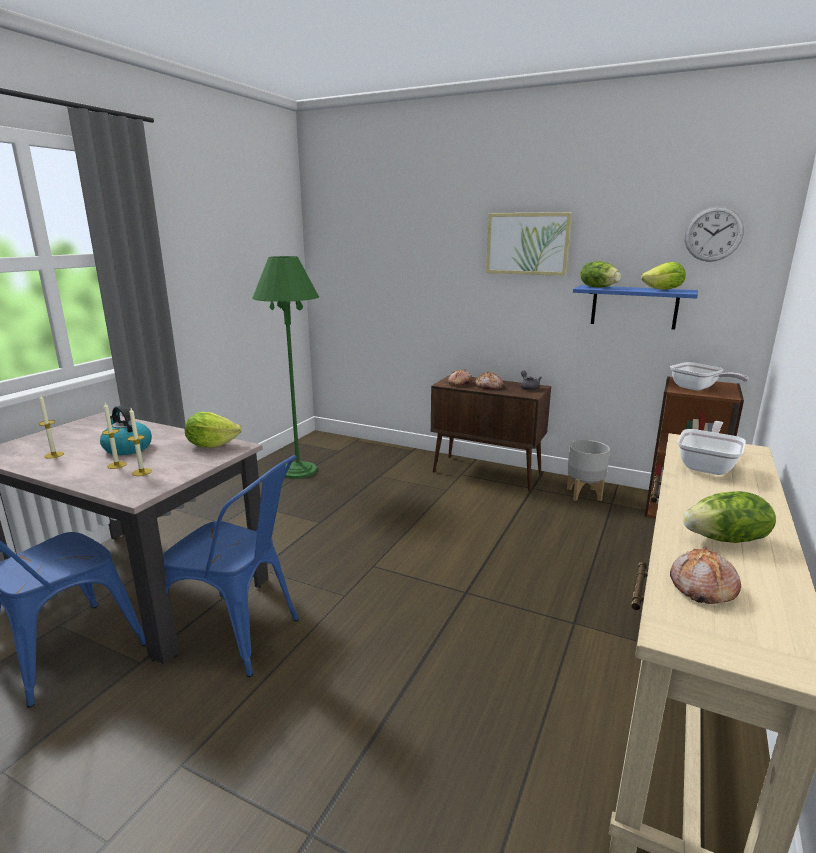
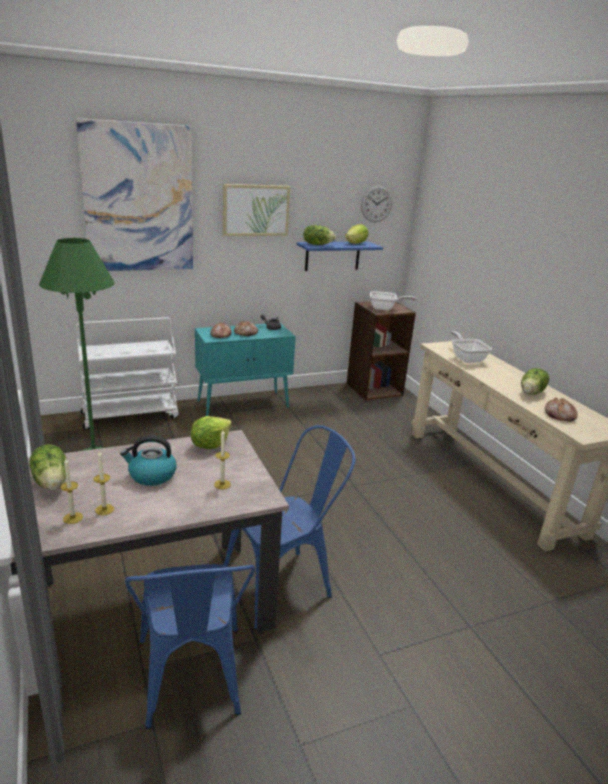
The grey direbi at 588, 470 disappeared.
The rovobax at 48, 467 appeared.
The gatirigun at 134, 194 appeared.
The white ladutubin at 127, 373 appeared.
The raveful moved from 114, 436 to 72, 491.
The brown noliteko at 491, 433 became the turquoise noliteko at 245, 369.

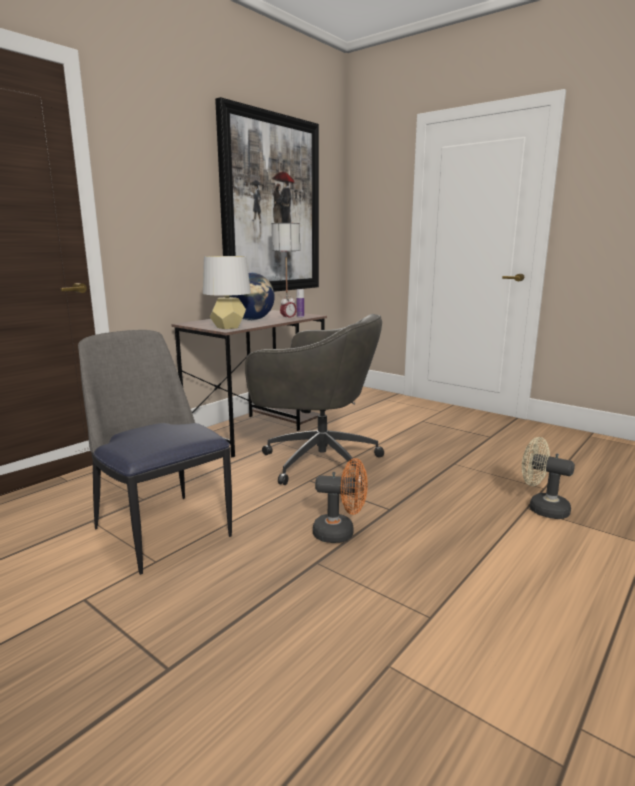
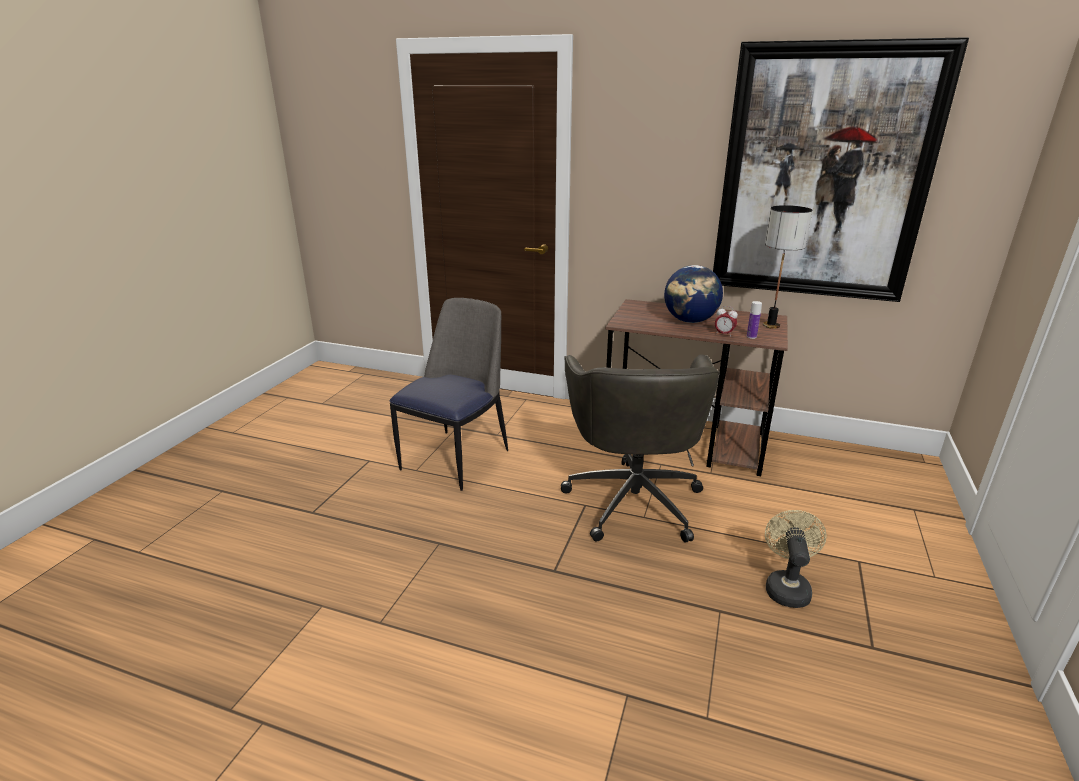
The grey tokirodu at 227, 292 disappeared.
The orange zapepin at 340, 500 disappeared.
The beige zapepin moved from 548, 478 to 796, 559.

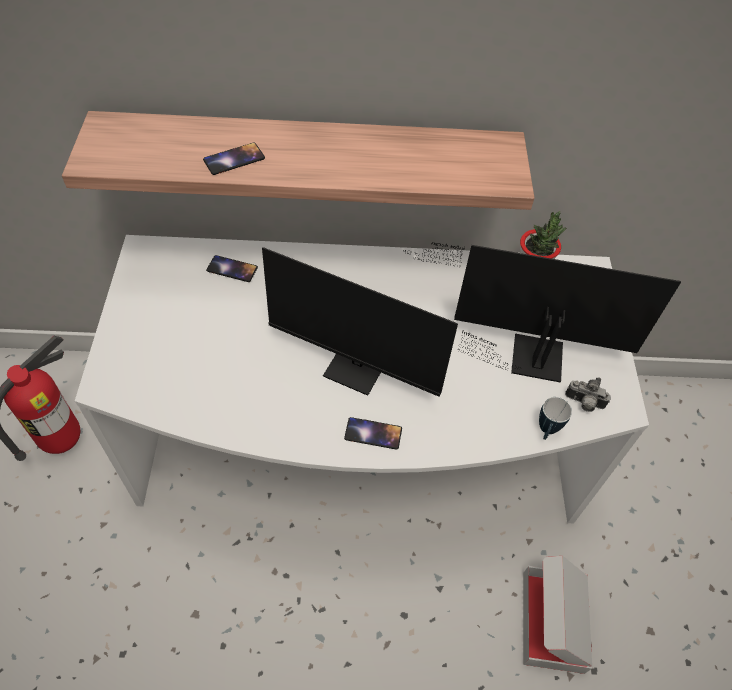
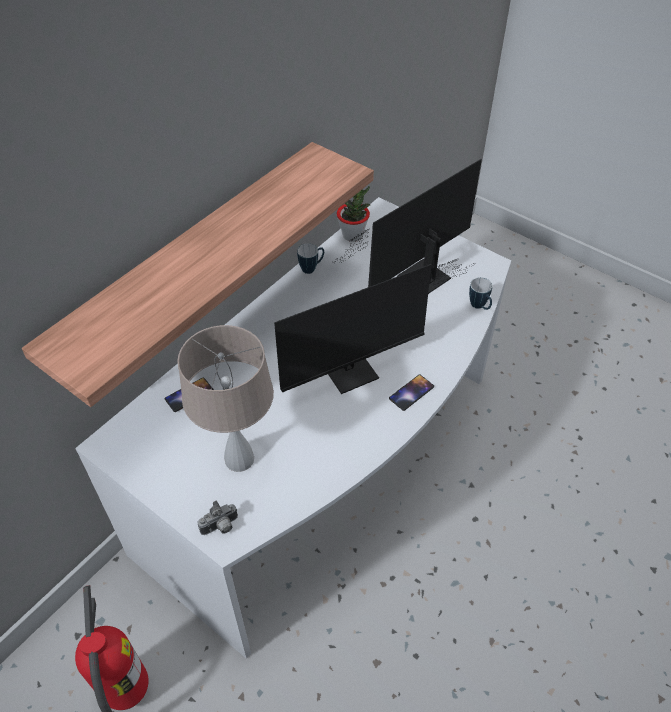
The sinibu at 234, 158 disappeared.
The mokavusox at 557, 615 disappeared.
The beige tokirodu at 225, 398 appeared.
The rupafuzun at 310, 258 appeared.
The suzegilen moved from 588, 394 to 217, 518.

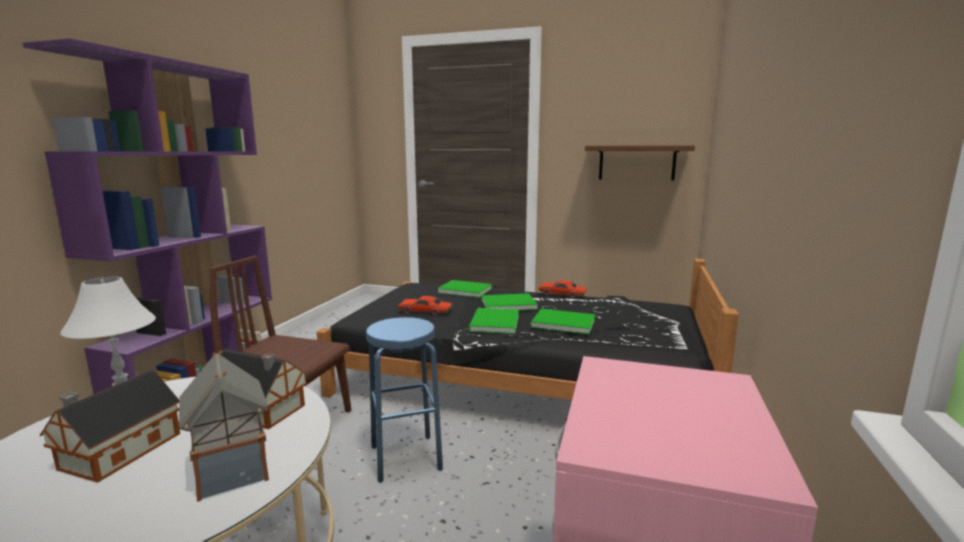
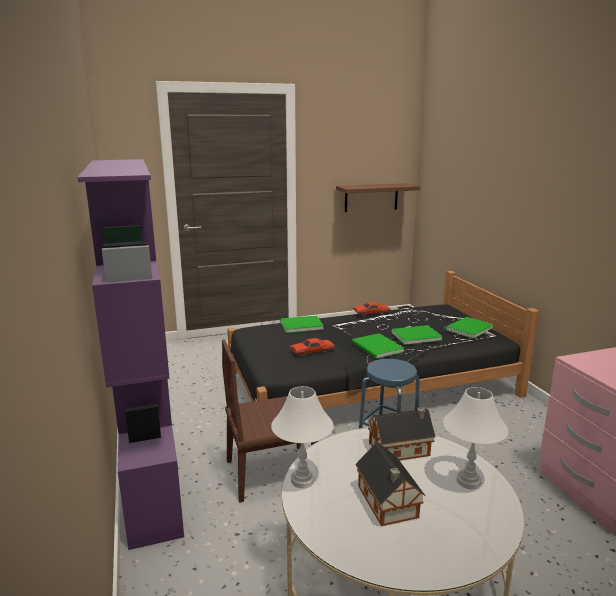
The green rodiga moved from 509, 301 to 469, 328.
The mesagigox at 224, 426 was replaced by the white tokirodu at 475, 438.

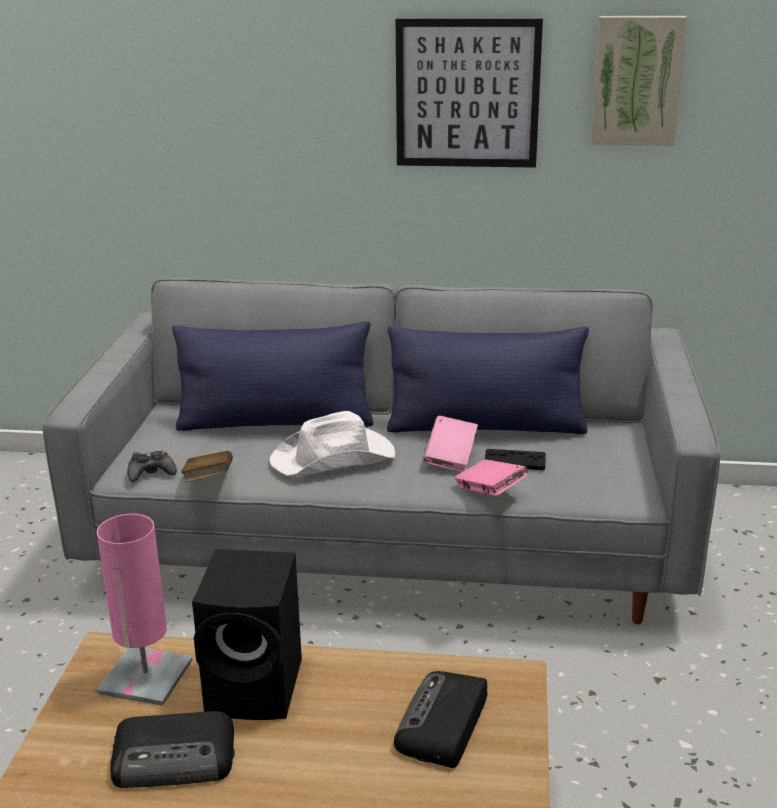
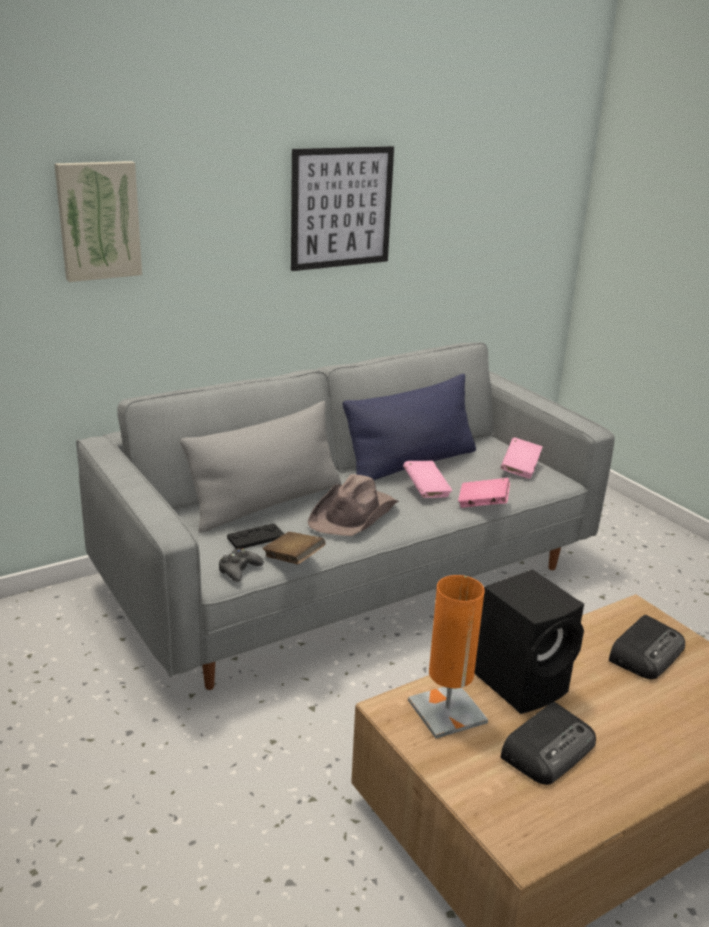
The pink rodiga at 522, 458 appeared.
The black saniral moved from 515, 459 to 255, 536.
The gatirigun moved from 638, 80 to 98, 221.
The pink tokirodu at 144, 610 became the orange tokirodu at 448, 657.
The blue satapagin at 272, 376 became the grey satapagin at 260, 467.
The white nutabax at 332, 443 became the brown nutabax at 353, 505.
The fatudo at 440, 719 turned 120 degrees counterclockwise.

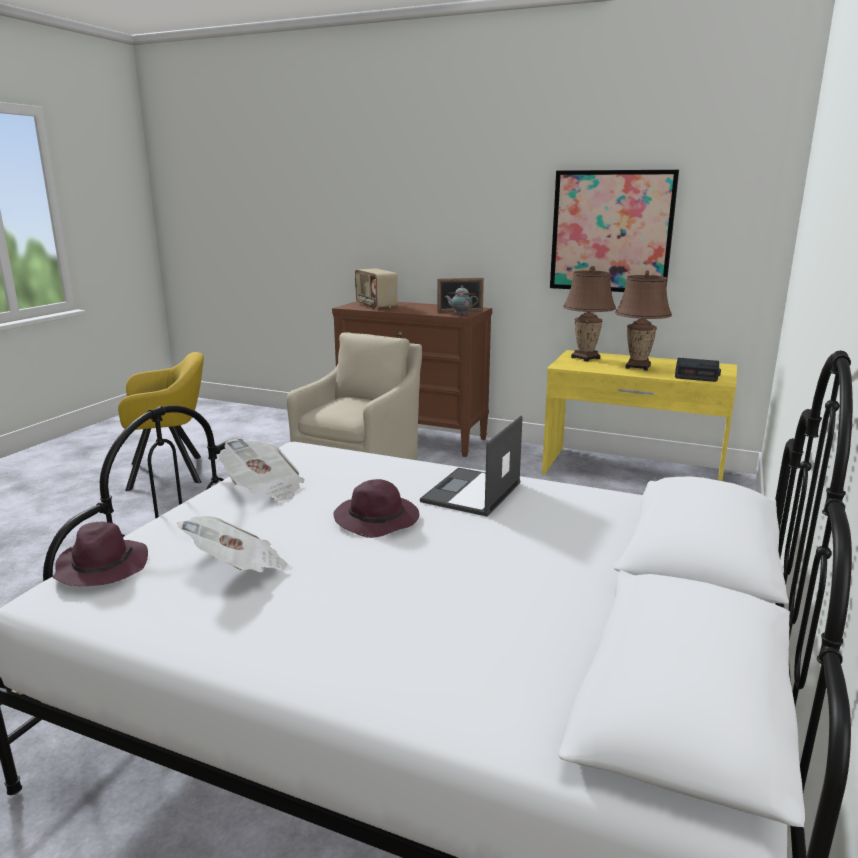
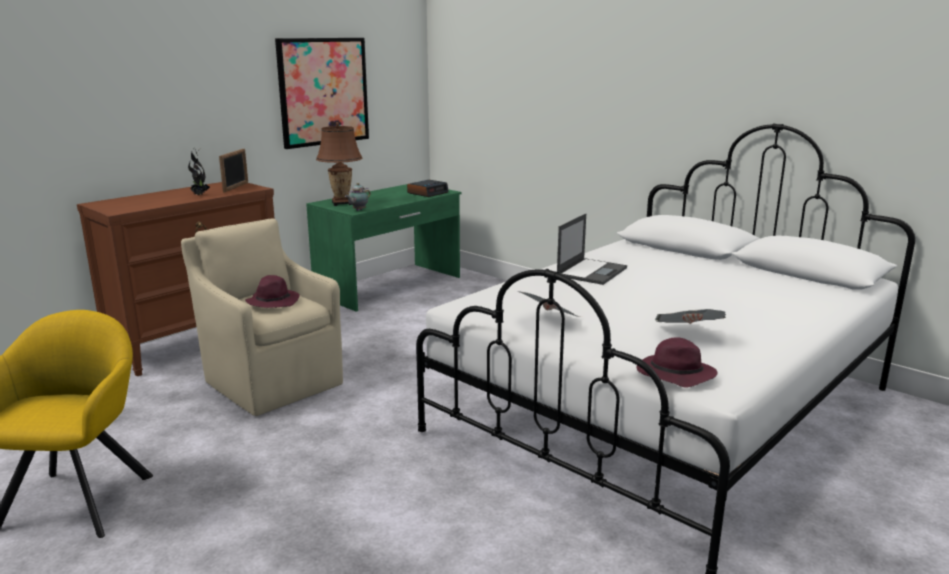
The fatudo at 376, 289 disappeared.
The brown tokirodu at 643, 320 disappeared.
The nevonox at 199, 173 appeared.
The purple nutabax moved from 376, 508 to 272, 291.
The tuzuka moved from 461, 300 to 357, 197.
The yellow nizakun at 639, 415 became the green nizakun at 384, 248.
The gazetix at 471, 466 turned 105 degrees counterclockwise.

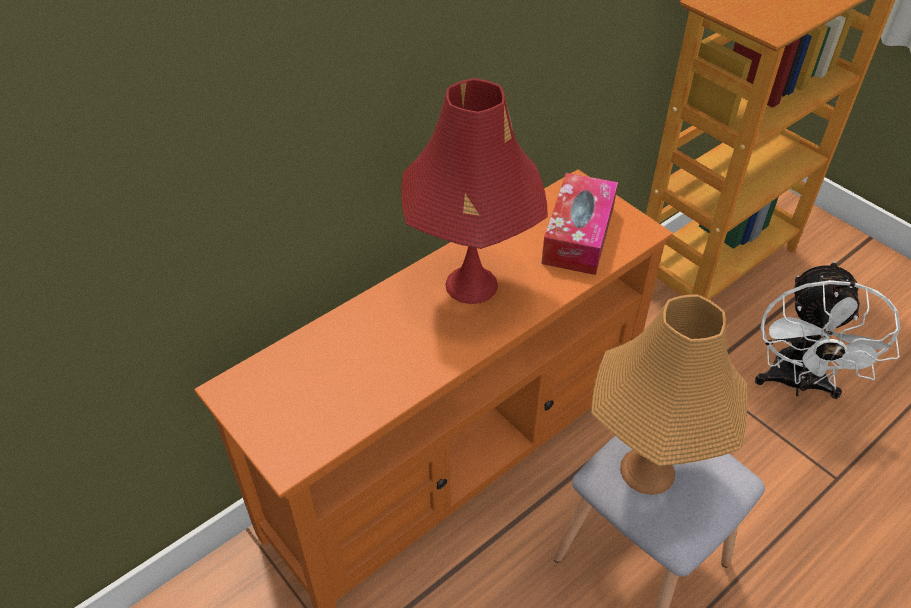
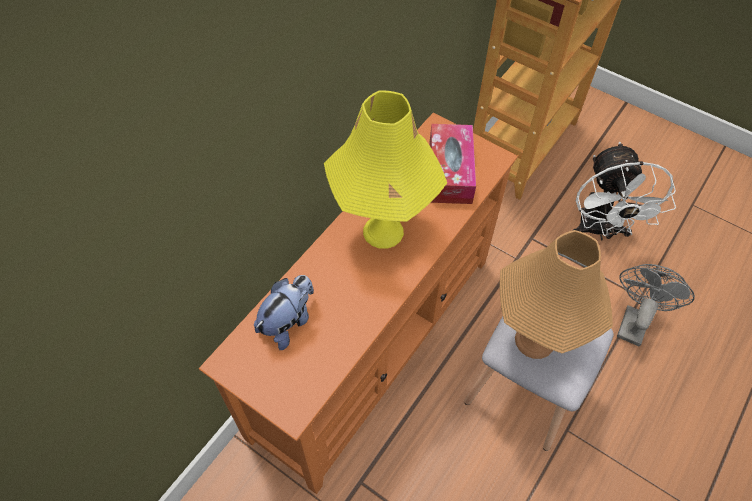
The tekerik at 284, 312 appeared.
The grey zapepin at 656, 305 appeared.
The red tokirodu at 474, 191 became the yellow tokirodu at 385, 170.

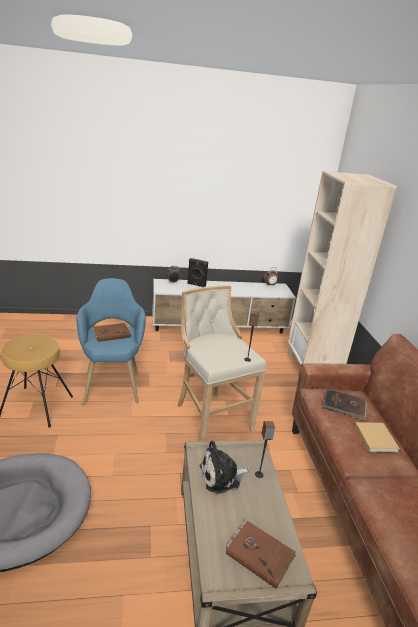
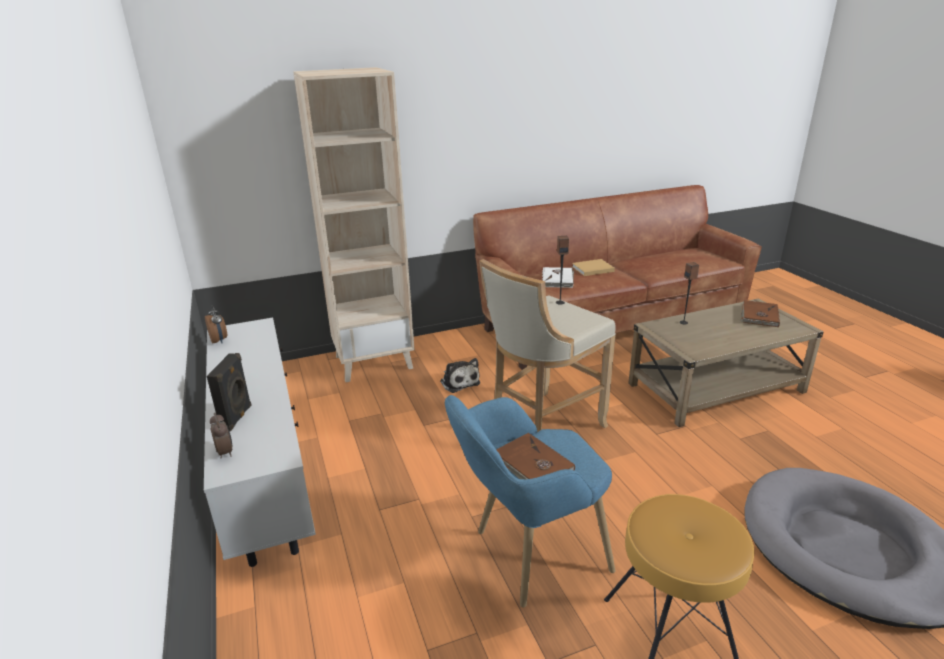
The tekerik moved from 224, 467 to 460, 375.
The brown rodiga at 345, 404 became the white rodiga at 558, 277.

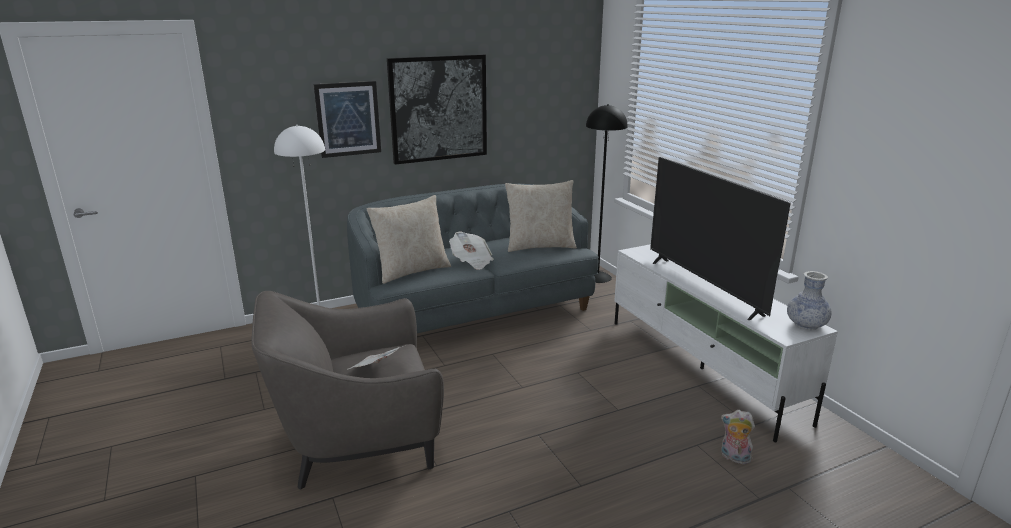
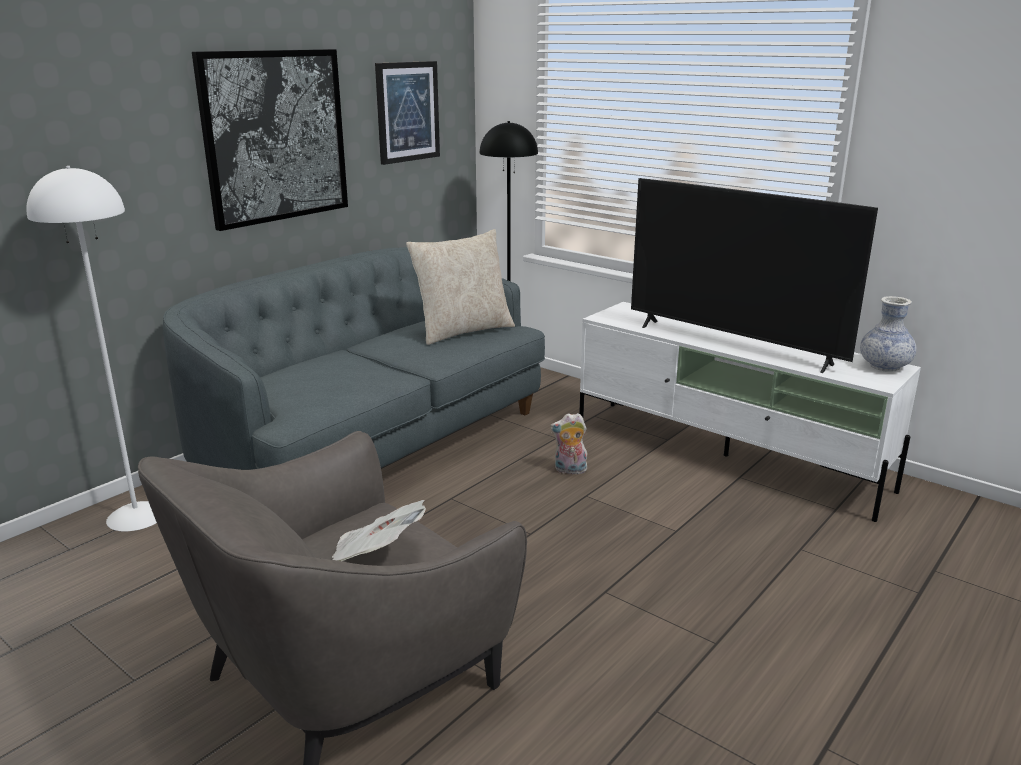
The beige satapagin at 409, 239 disappeared.
The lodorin at 471, 251 disappeared.
The gatirigun moved from 347, 119 to 407, 113.
The tekerik moved from 738, 437 to 568, 443.

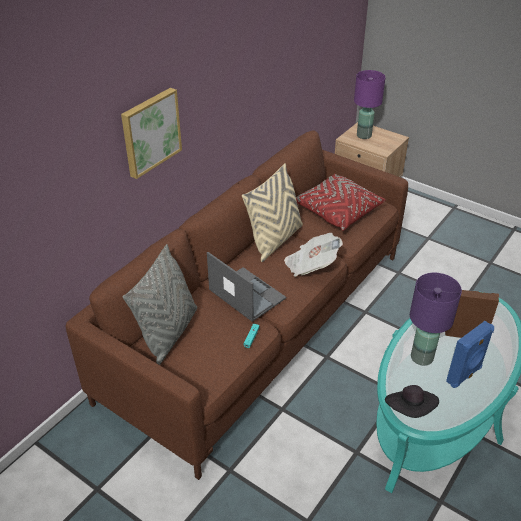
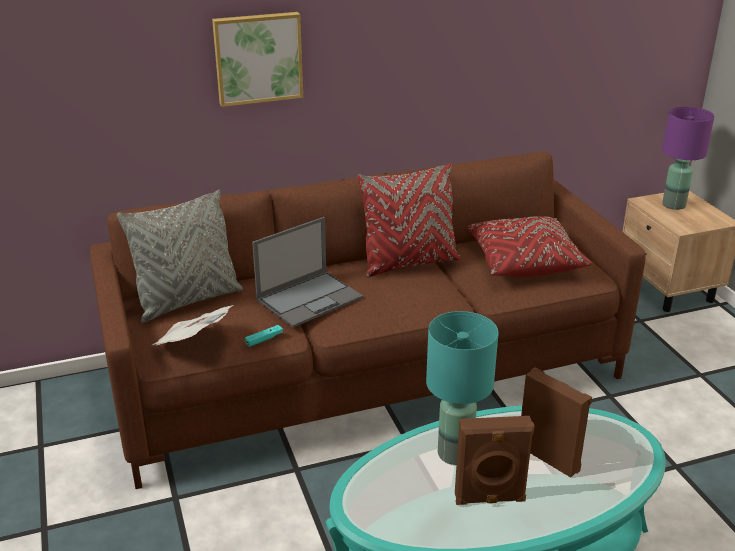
The black nutabax at 412, 401 disappeared.
The lodorin moved from 313, 255 to 192, 325.
The beige satapagin at 272, 212 became the red satapagin at 408, 220.
The purple tokirodu at 436, 319 became the turquoise tokirodu at 462, 388.
The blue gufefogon at 470, 354 became the brown gufefogon at 495, 460.
The gazetix at 246, 287 turned 60 degrees clockwise.

